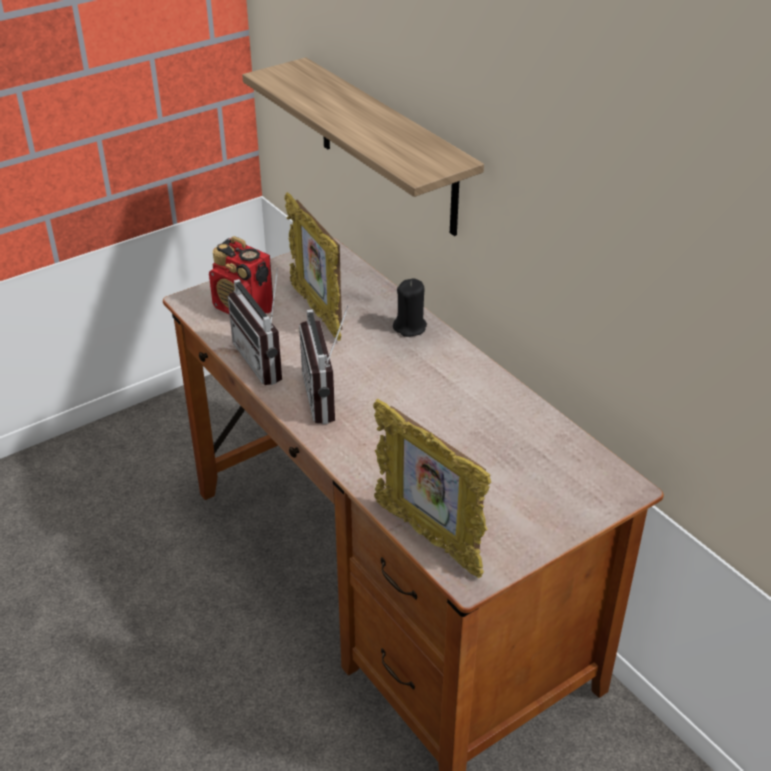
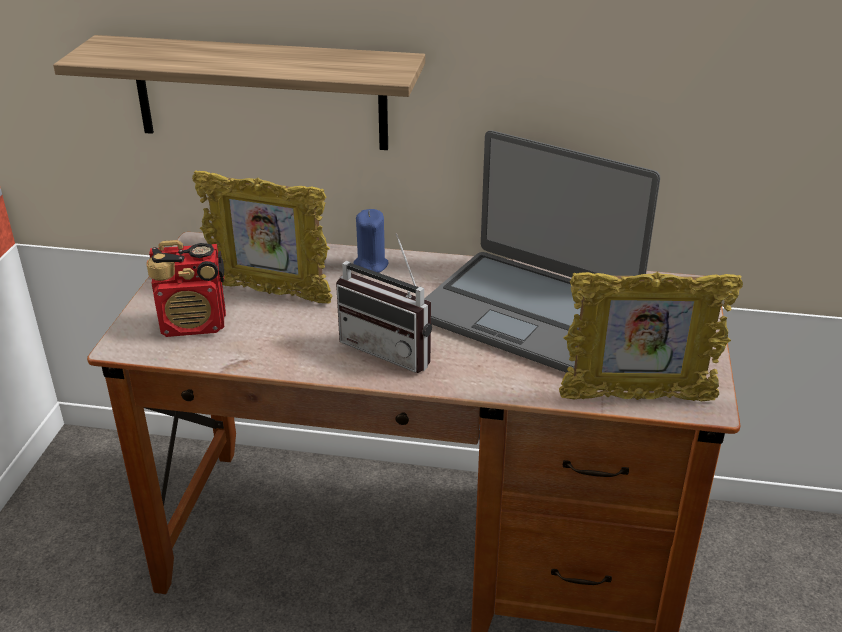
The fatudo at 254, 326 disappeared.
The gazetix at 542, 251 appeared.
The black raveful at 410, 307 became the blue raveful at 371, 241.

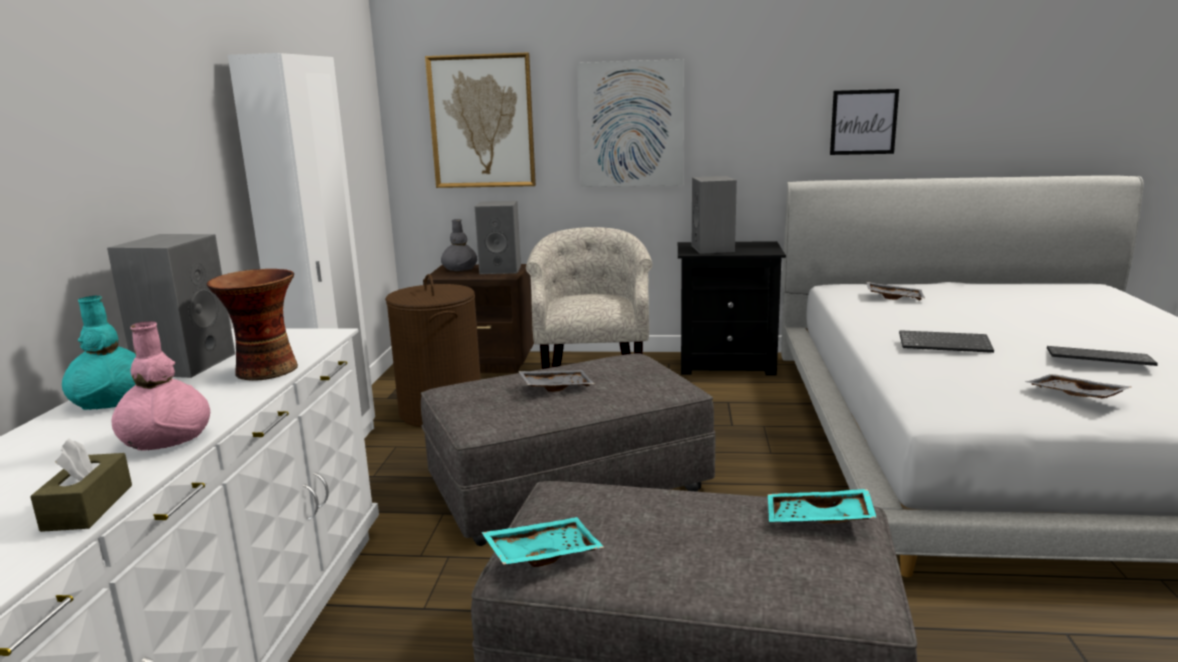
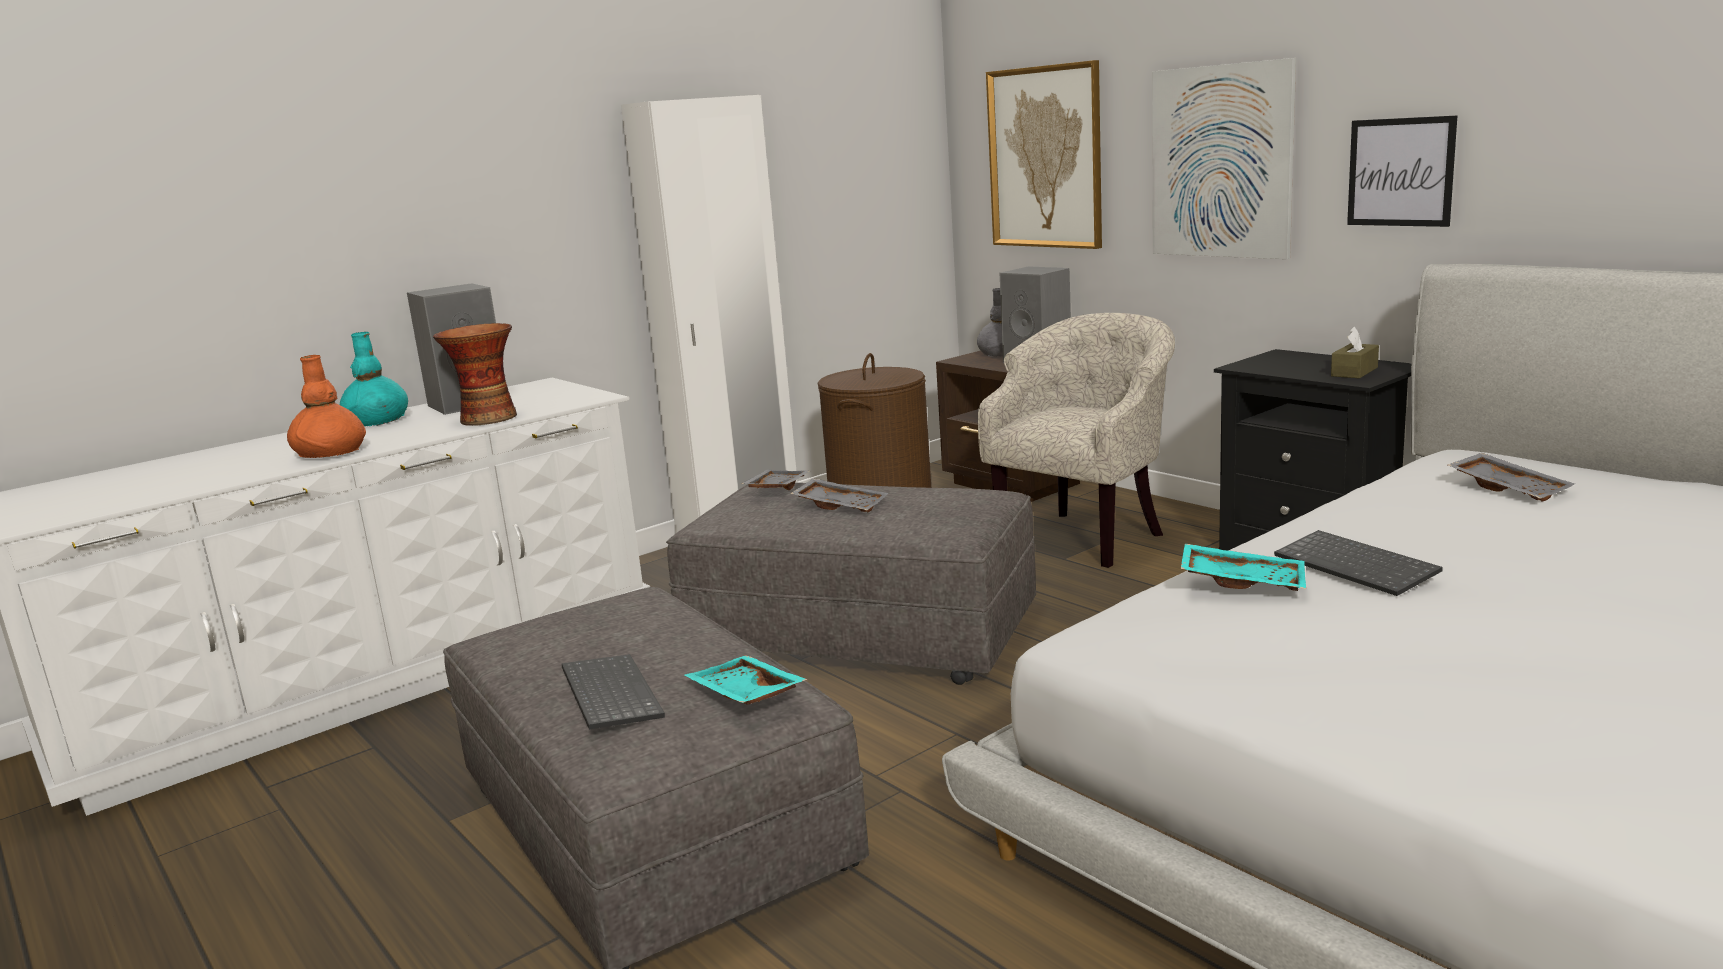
The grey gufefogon at 714, 215 disappeared.
The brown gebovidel moved from 81, 485 to 1355, 352.
The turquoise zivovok moved from 542, 542 to 1243, 567.
The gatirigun moved from 864, 122 to 1402, 171.
The grey zivovok moved from 1078, 386 to 775, 480.
The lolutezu moved from 1102, 356 to 613, 691.
The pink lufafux at 160, 386 became the orange lufafux at 326, 406.

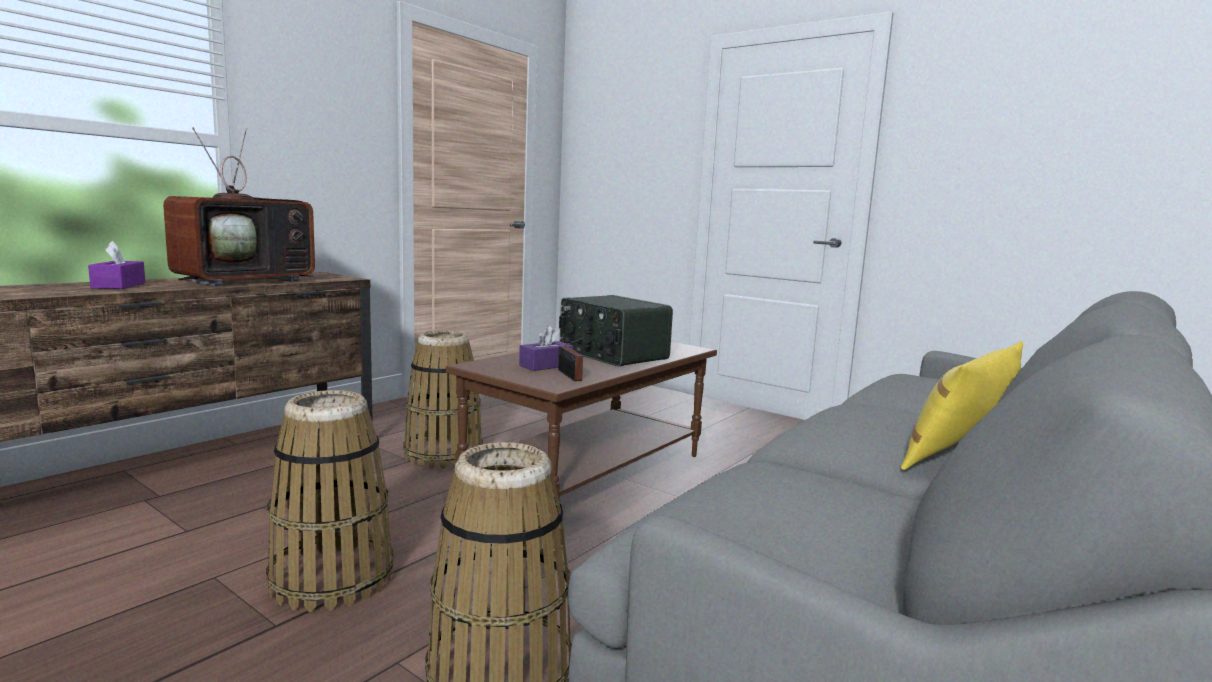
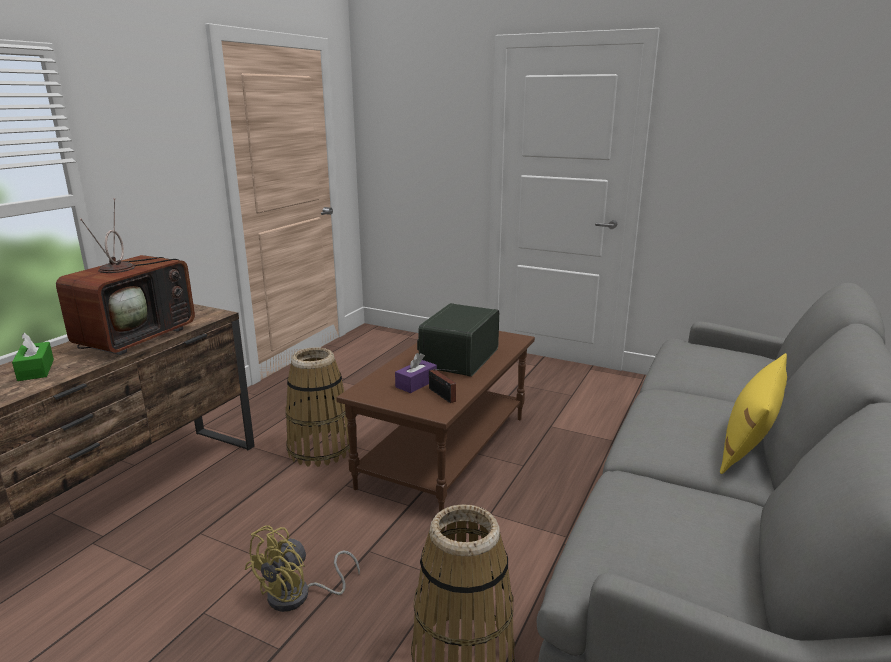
The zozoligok at 329, 501 was replaced by the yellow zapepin at 302, 568.
The purple gebovidel at 116, 265 became the green gebovidel at 33, 357.
The fatudo at 616, 330 turned 75 degrees clockwise.

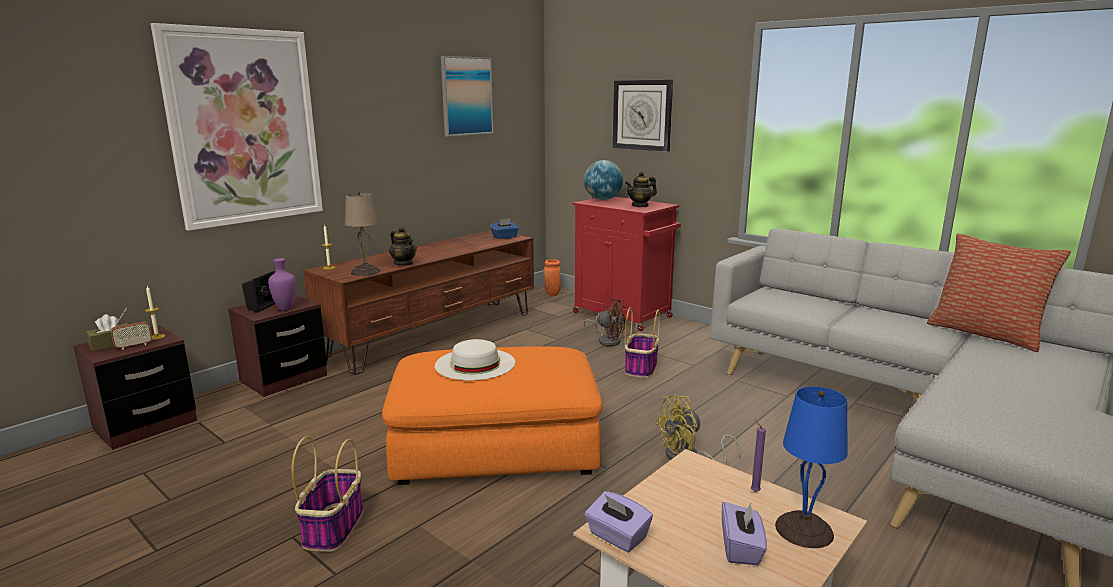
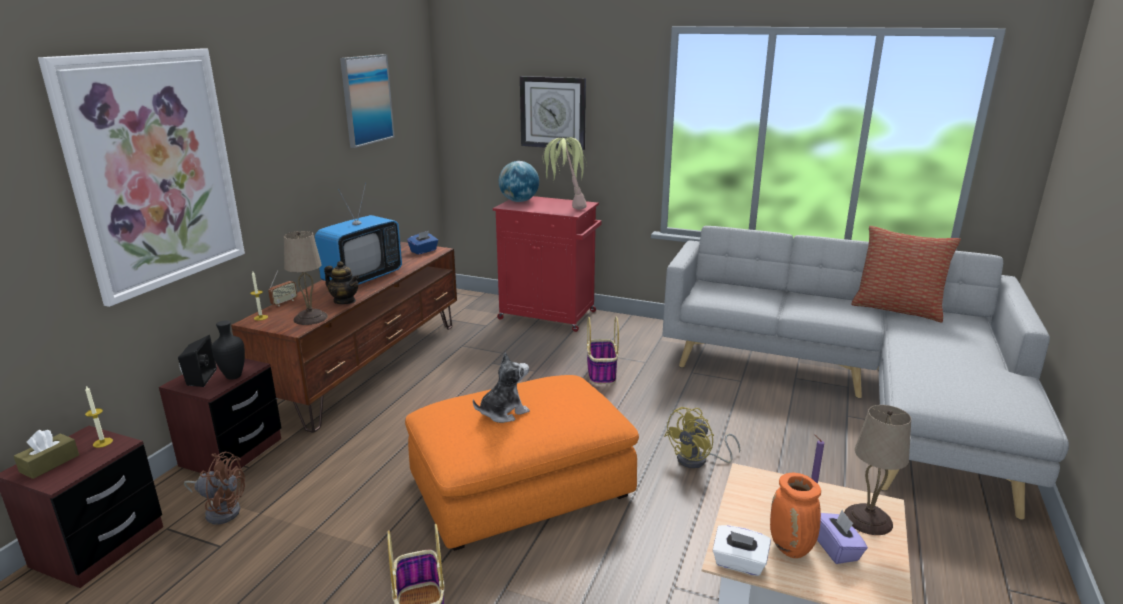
The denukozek at 358, 234 appeared.
The fatudo moved from 131, 329 to 282, 288.
The orange lufafux moved from 552, 277 to 795, 515.
The brown zapepin moved from 604, 322 to 214, 488.
The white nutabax at 475, 360 was replaced by the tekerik at 501, 387.
The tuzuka at 641, 189 was replaced by the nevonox at 565, 173.
The purple lufafux at 282, 284 became the black lufafux at 228, 350.
The purple gebovidel at 619, 521 became the white gebovidel at 742, 550.
The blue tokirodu at 811, 467 became the beige tokirodu at 877, 470.

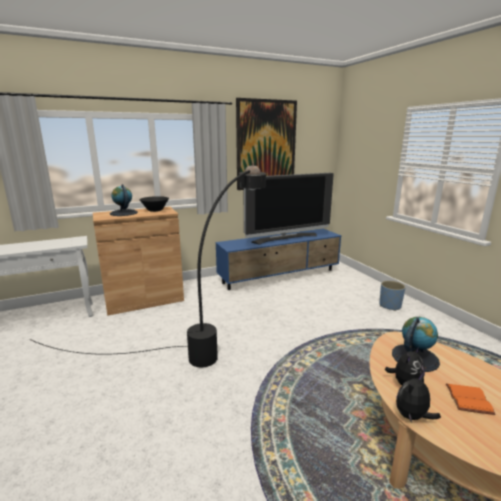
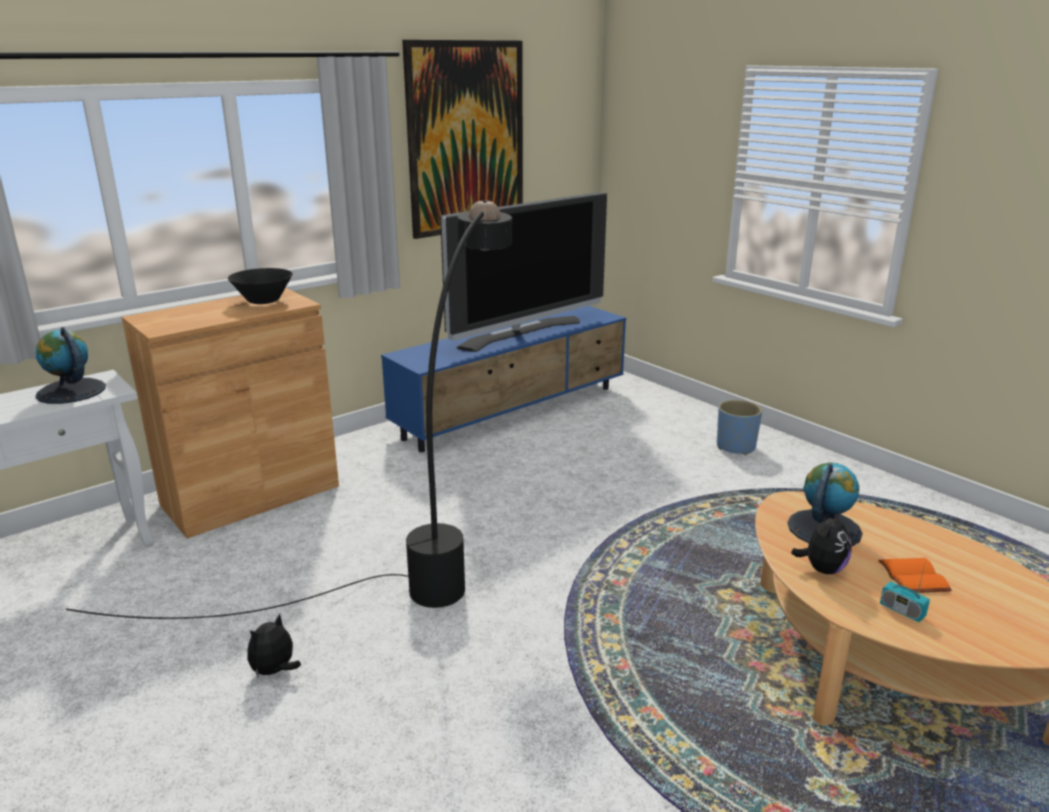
The fatudo at 905, 591 appeared.
The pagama moved from 124, 200 to 70, 365.
The tekerik moved from 418, 398 to 274, 645.

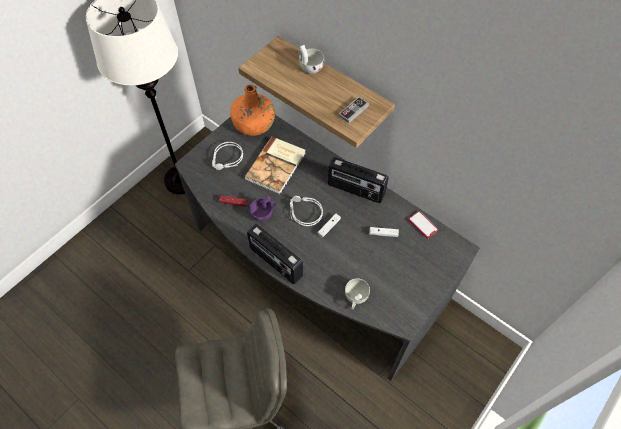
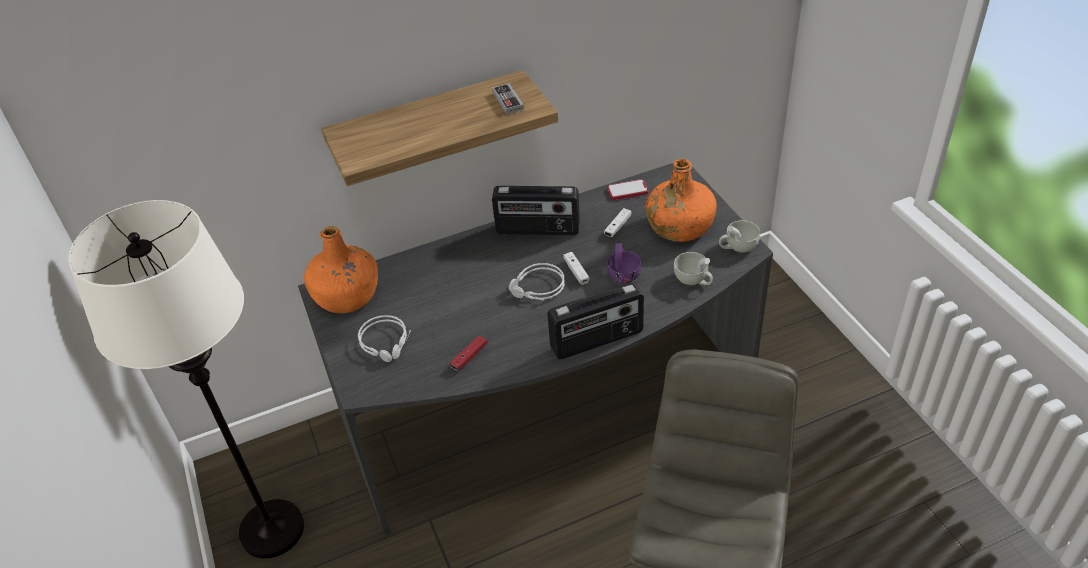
The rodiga at 275, 165 disappeared.
The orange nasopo at 681, 200 appeared.
The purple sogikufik moved from 263, 209 to 624, 263.
The white sogikufik moved from 311, 59 to 739, 236.
The fatudo at 358, 180 turned 45 degrees clockwise.

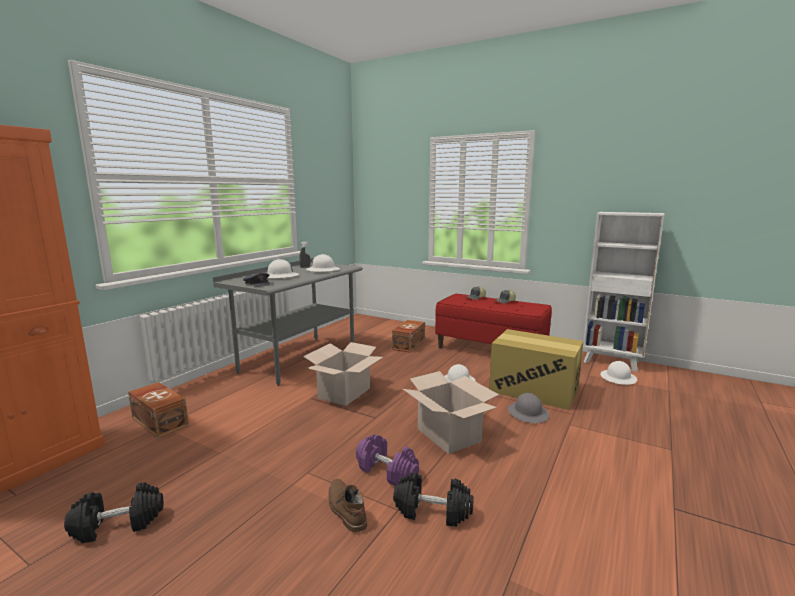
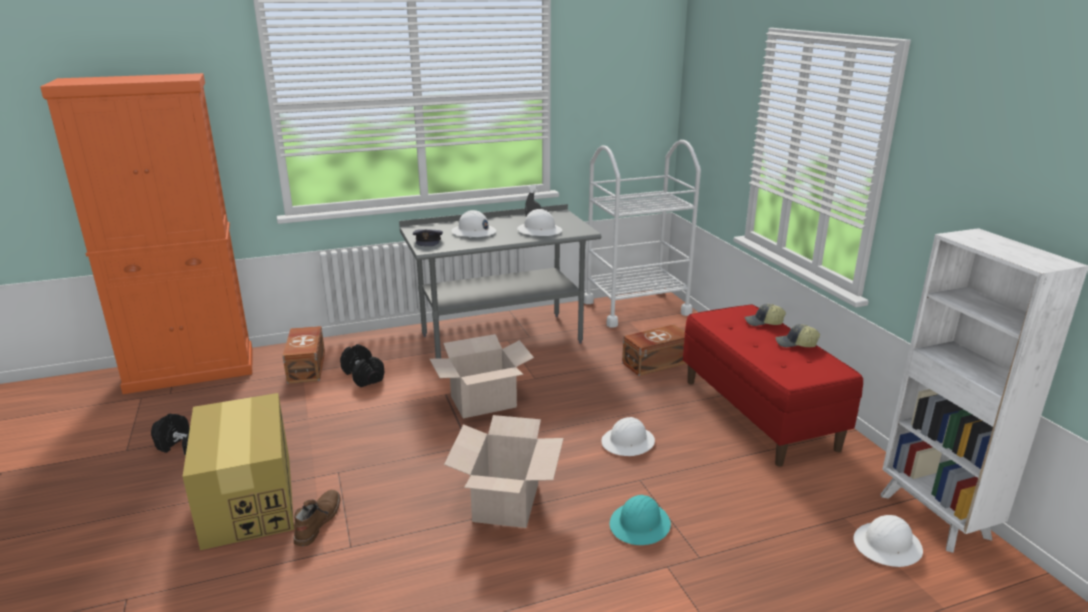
The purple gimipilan at 387, 460 disappeared.
The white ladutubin at 642, 234 appeared.
The black gimipilan moved from 433, 500 to 362, 365.
The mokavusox moved from 536, 369 to 238, 471.
The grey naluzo at 528, 408 became the turquoise naluzo at 640, 520.

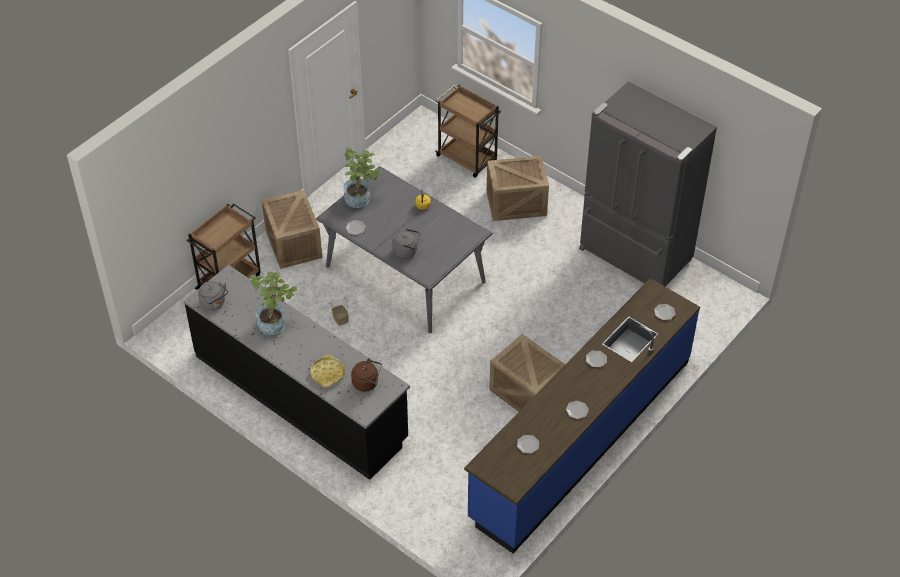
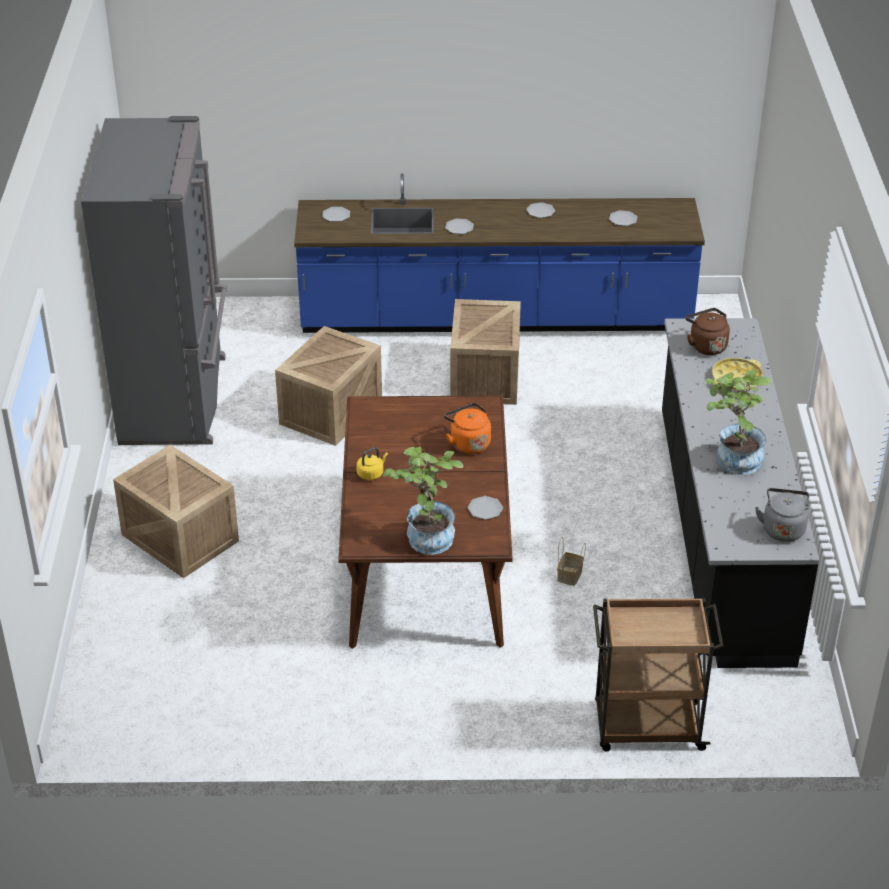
The brown ladutubin at 468, 131 disappeared.
The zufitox moved from 292, 229 to 328, 386.
The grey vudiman at 404, 249 became the brown vudiman at 425, 522.
The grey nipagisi at 406, 244 became the orange nipagisi at 467, 428.

